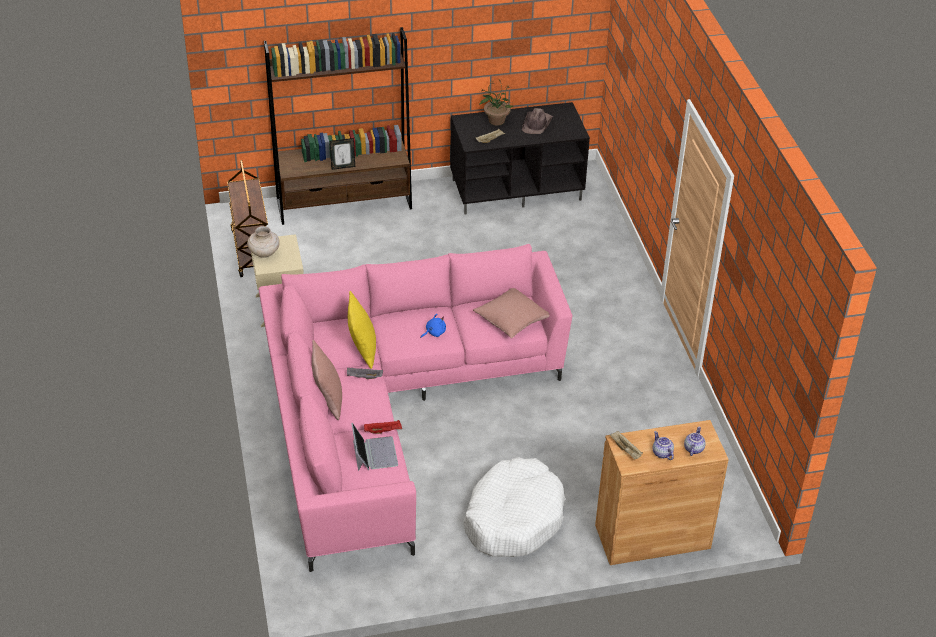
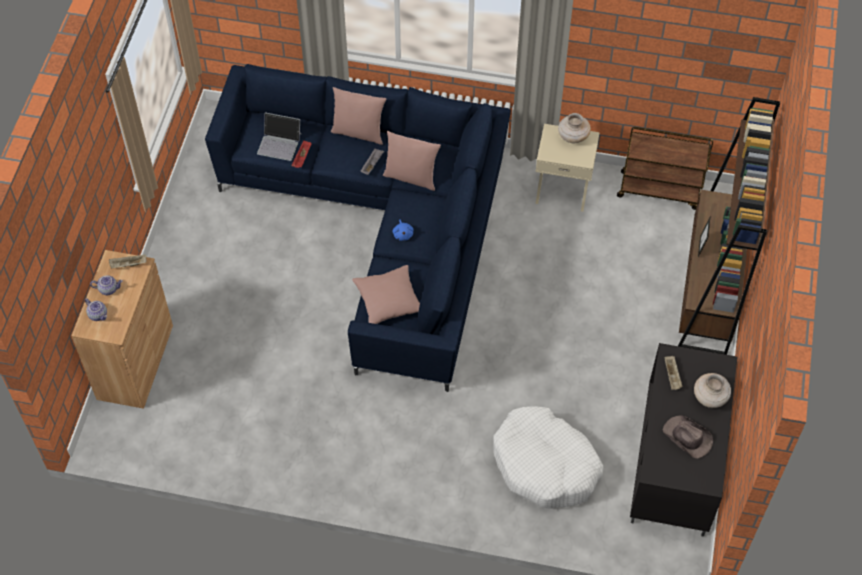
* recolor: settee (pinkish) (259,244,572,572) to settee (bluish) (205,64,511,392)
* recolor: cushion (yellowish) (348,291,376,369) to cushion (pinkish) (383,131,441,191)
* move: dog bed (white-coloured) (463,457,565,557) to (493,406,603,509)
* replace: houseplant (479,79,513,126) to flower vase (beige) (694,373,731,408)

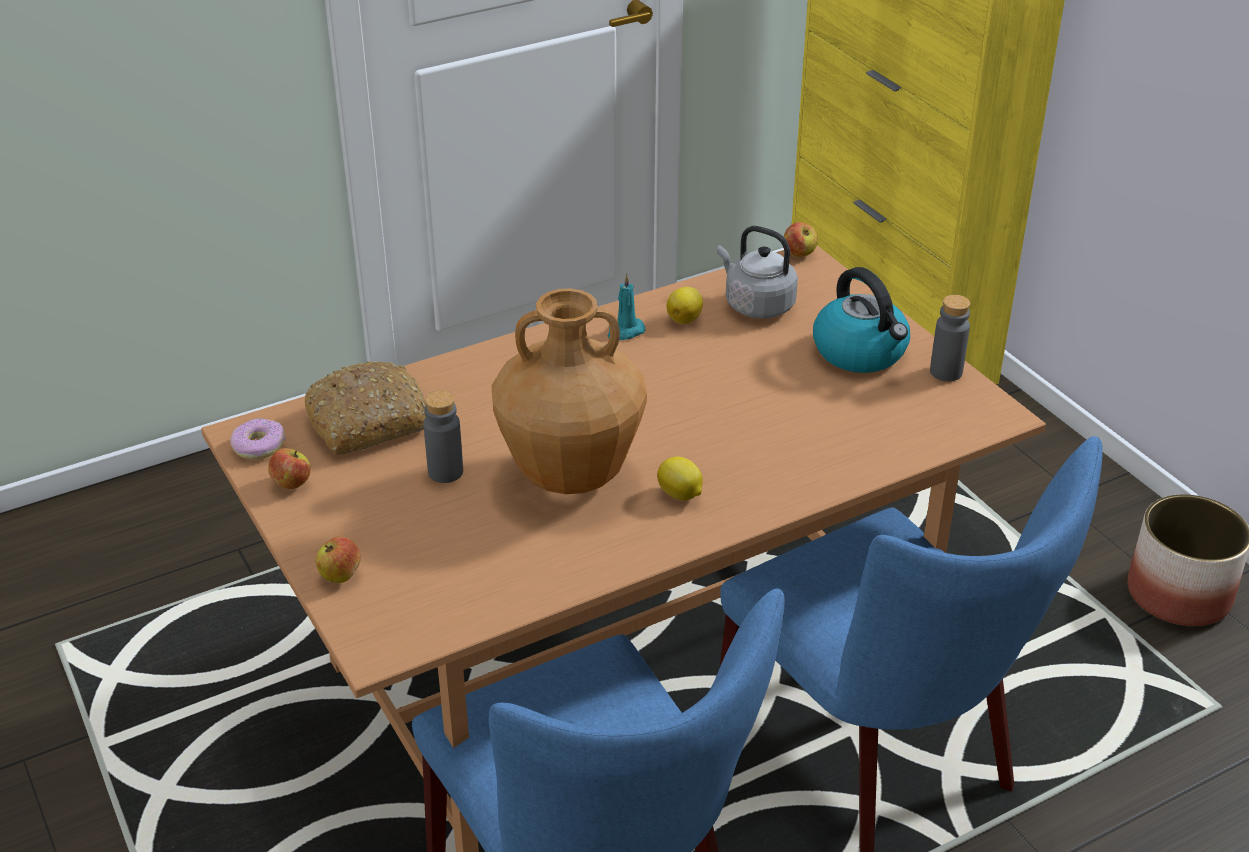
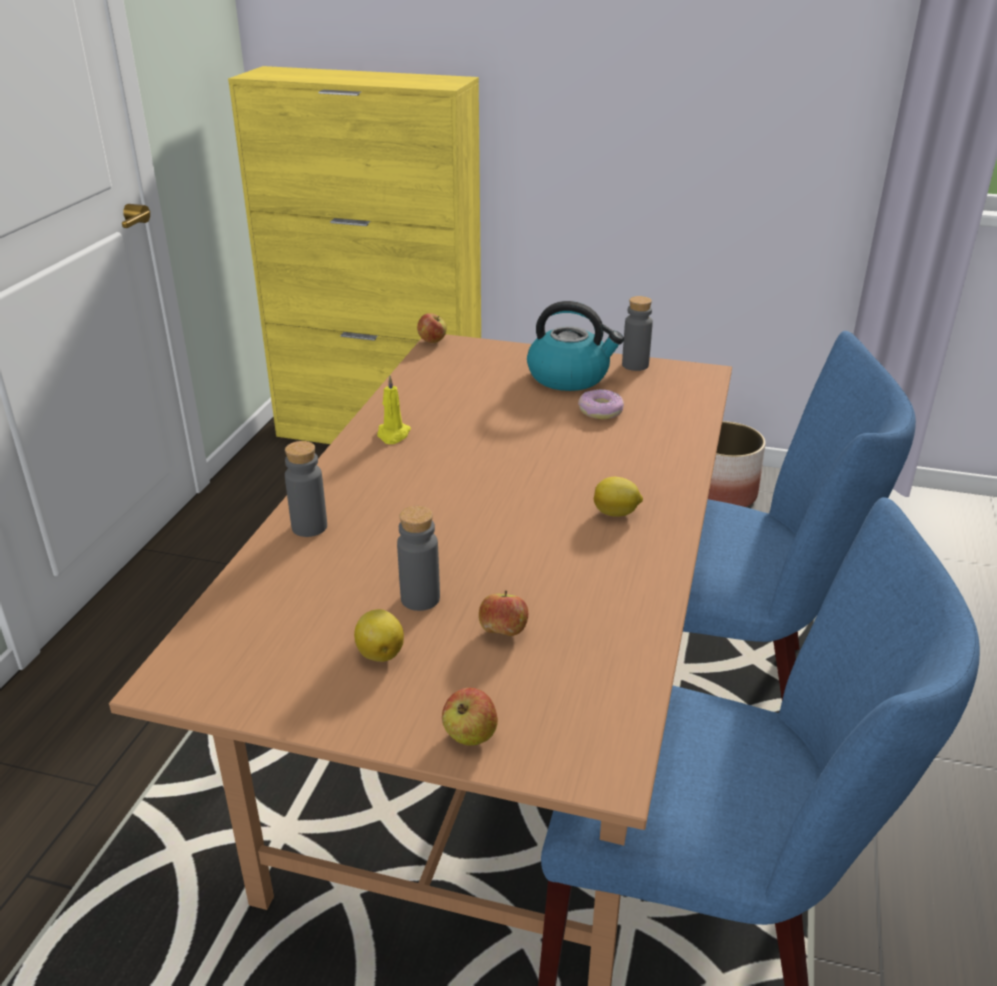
* move: doughnut (231,418,286,460) to (578,389,624,419)
* move: apple (268,448,311,489) to (479,590,528,636)
* delete: bread (305,361,426,455)
* delete: flower vase (brown) (491,288,647,494)
* recolor: wax light (blue-green) (607,274,645,340) to wax light (yellowish) (377,376,411,444)
* move: citrus fruit (667,287,703,324) to (354,609,404,662)
* delete: water kettle (grey) (717,226,798,319)
* insert: beverage bottle (grey) (285,441,327,537)

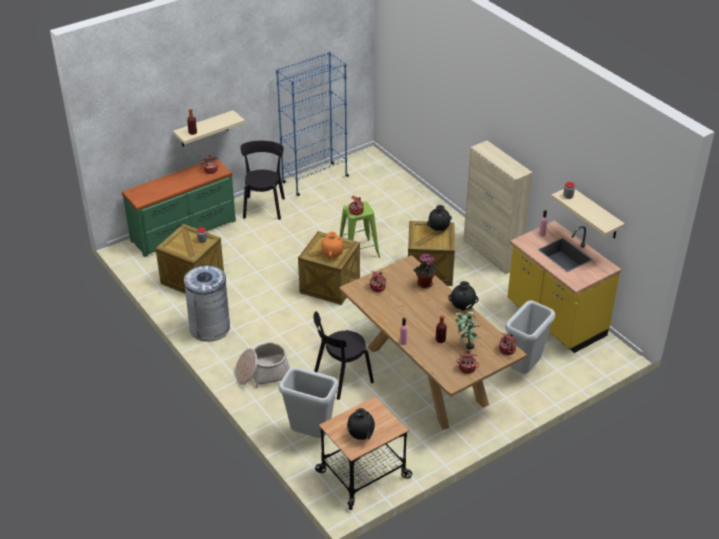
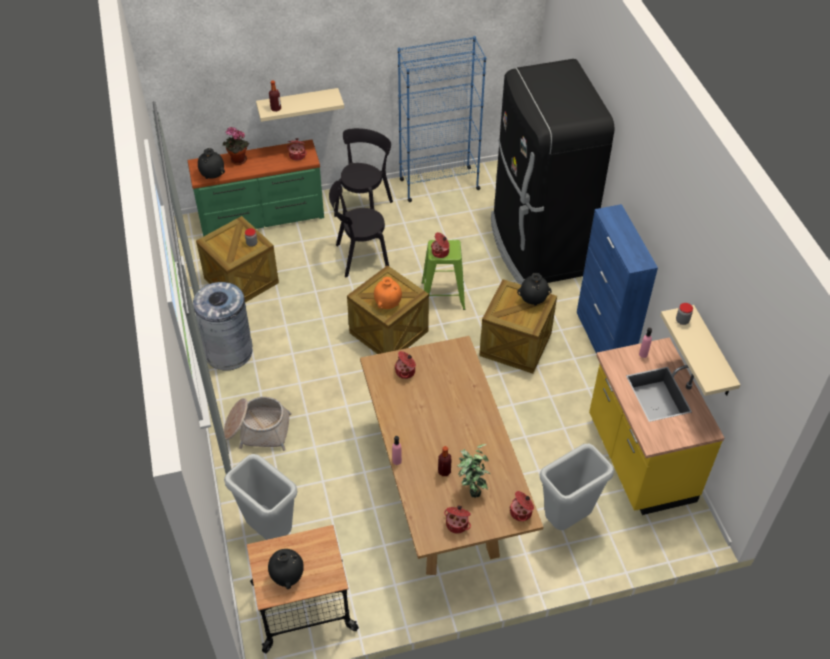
* move: plain chair (black-coloured) (313,311,374,400) to (329,181,389,277)
* move: houseplant (413,254,438,288) to (222,127,250,165)
* move: flower vase (black-coloured) (448,281,479,311) to (198,148,225,179)
* recolor: cupboard (beige) (463,141,533,274) to cupboard (bluish) (577,204,658,354)
* insert: fridge (black-coloured) (491,59,614,285)

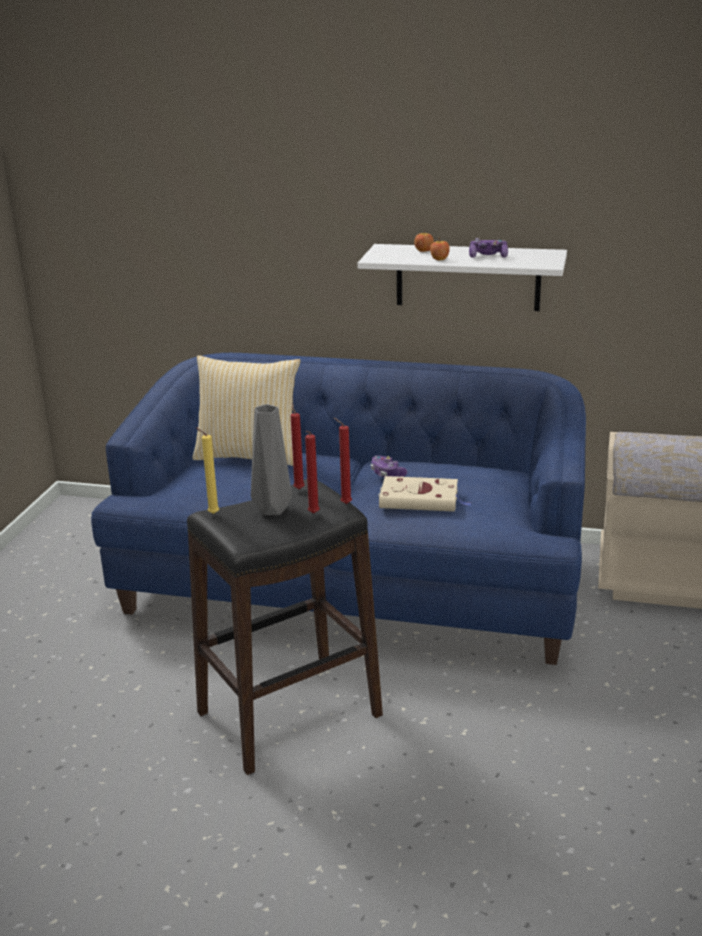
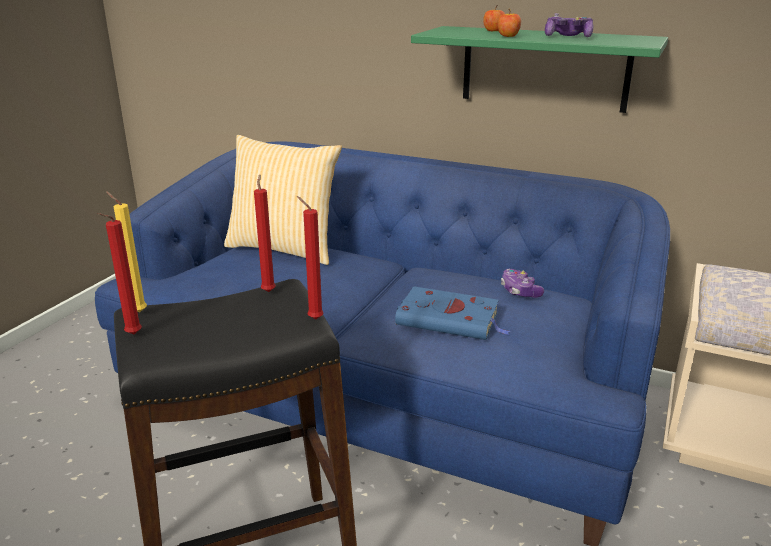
* delete: flower vase (grey) (251,404,292,515)
* move: wax light (reddish) (305,431,320,513) to (98,213,142,334)
* recolor: wall shelf (white-coloured) (357,244,567,311) to wall shelf (greenish) (411,26,668,113)
* move: gamepad (371,455,407,477) to (501,269,544,298)
* recolor: bound book (beige) (379,476,471,512) to bound book (bluish) (395,286,510,340)

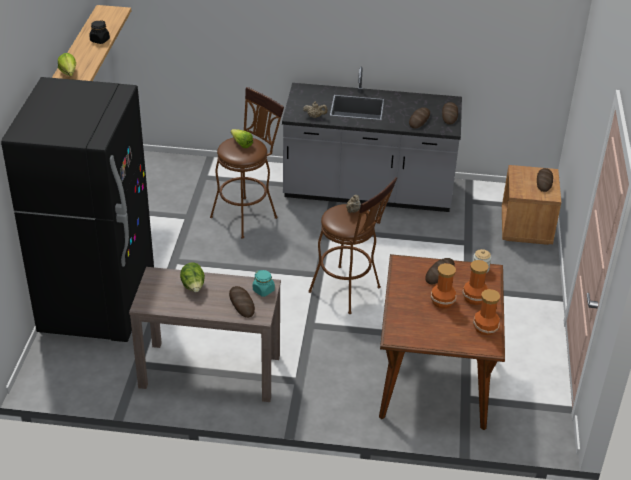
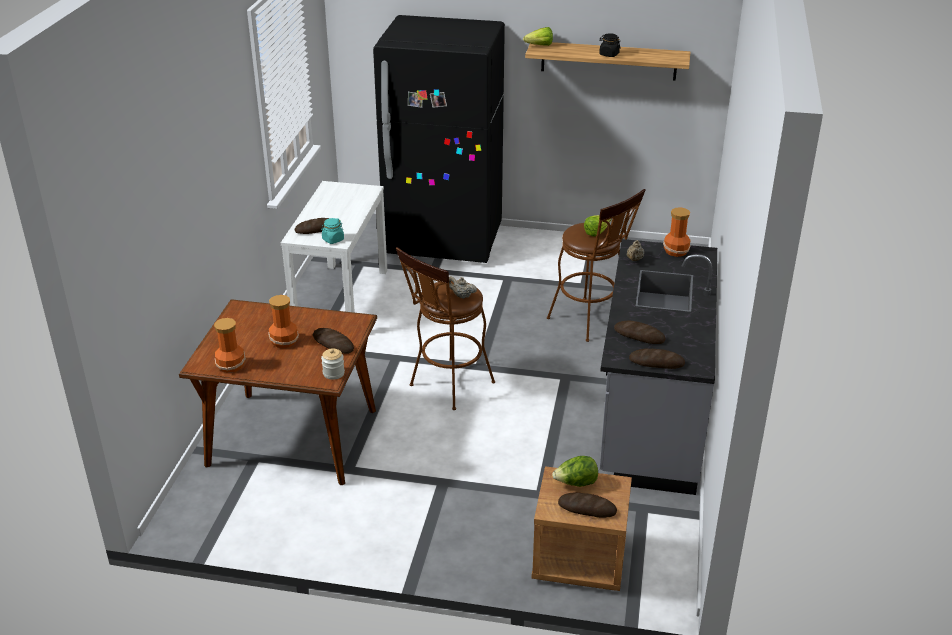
* recolor: hall table (brown) (129,267,281,402) to hall table (white-coloured) (281,181,387,313)
* move: lettuce head (180,263,205,292) to (552,456,598,487)
* move: flower vase (462,260,489,305) to (663,207,690,257)

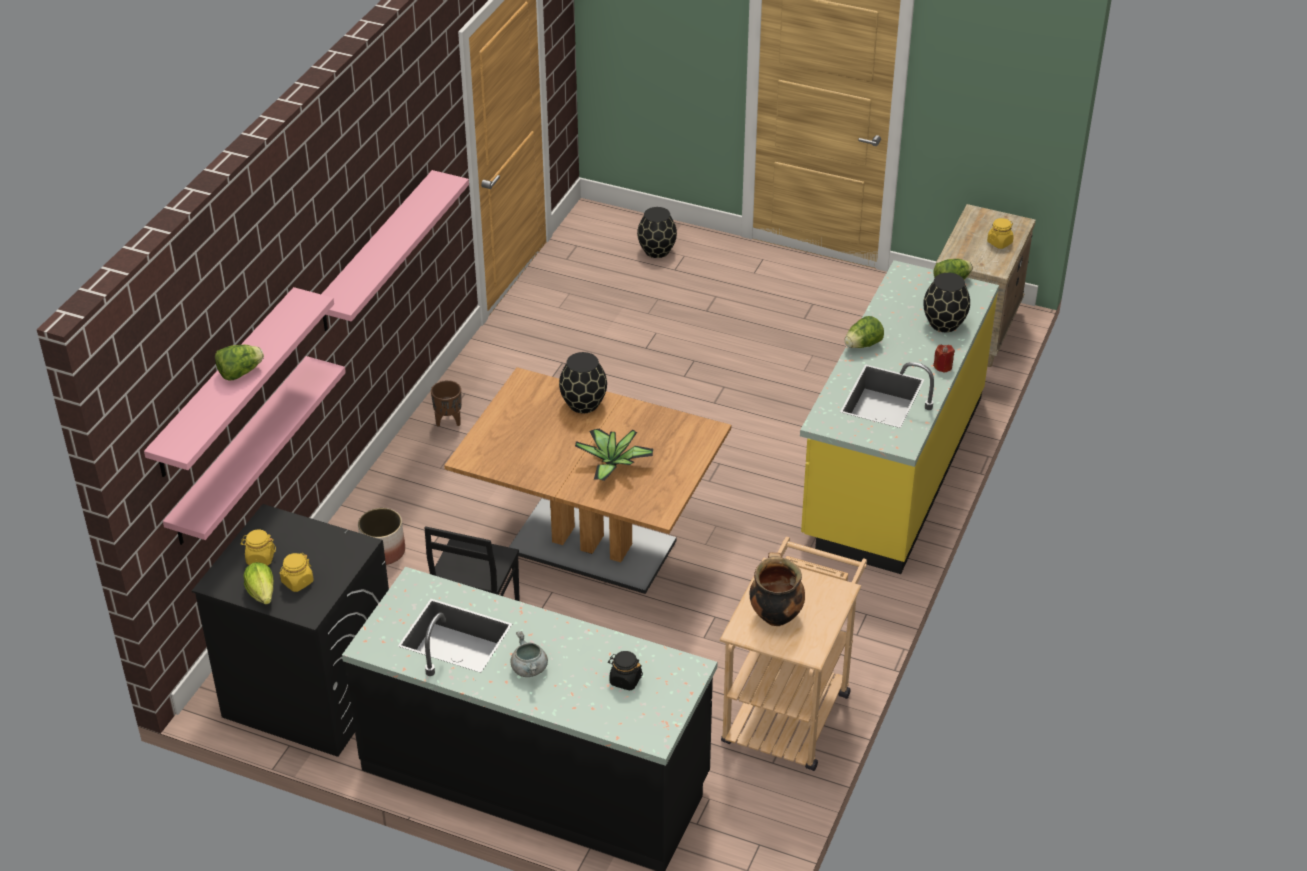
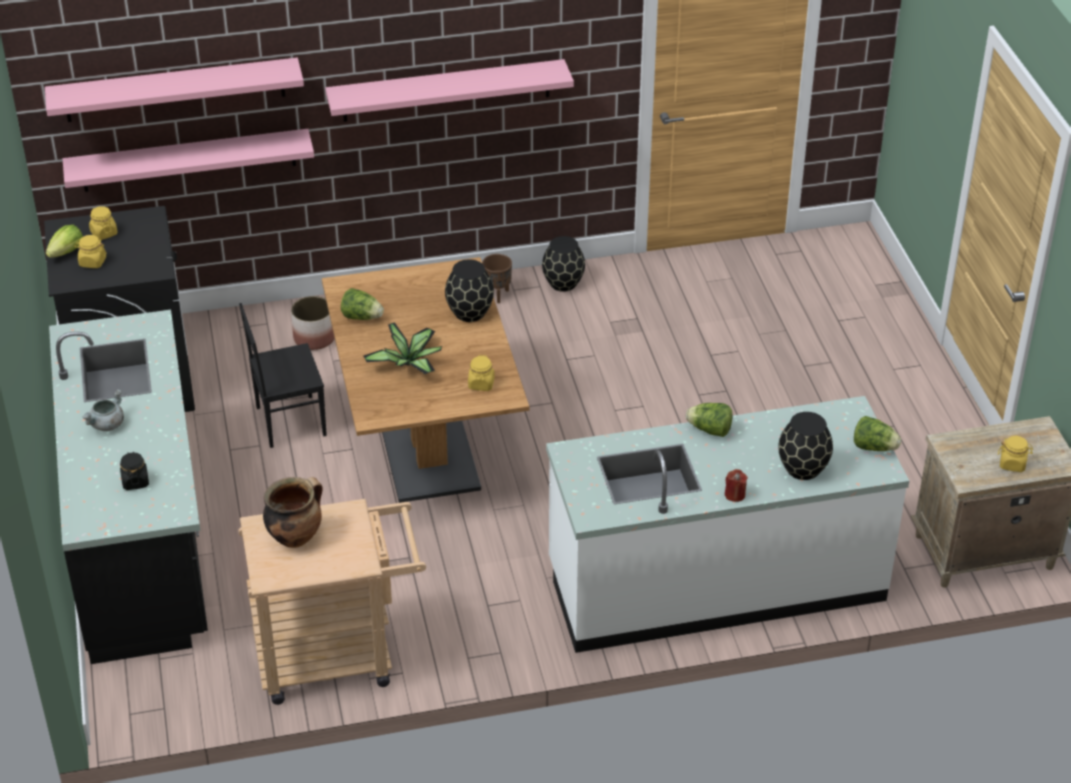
* move: lettuce head (215,345,264,381) to (341,288,384,320)
* move: flower vase (black-coloured) (637,207,677,258) to (542,236,585,292)
* recolor: counter (yellowish) (800,260,999,574) to counter (white-coloured) (546,396,909,653)
* insert: preserve jar (yellowish) (468,355,495,391)

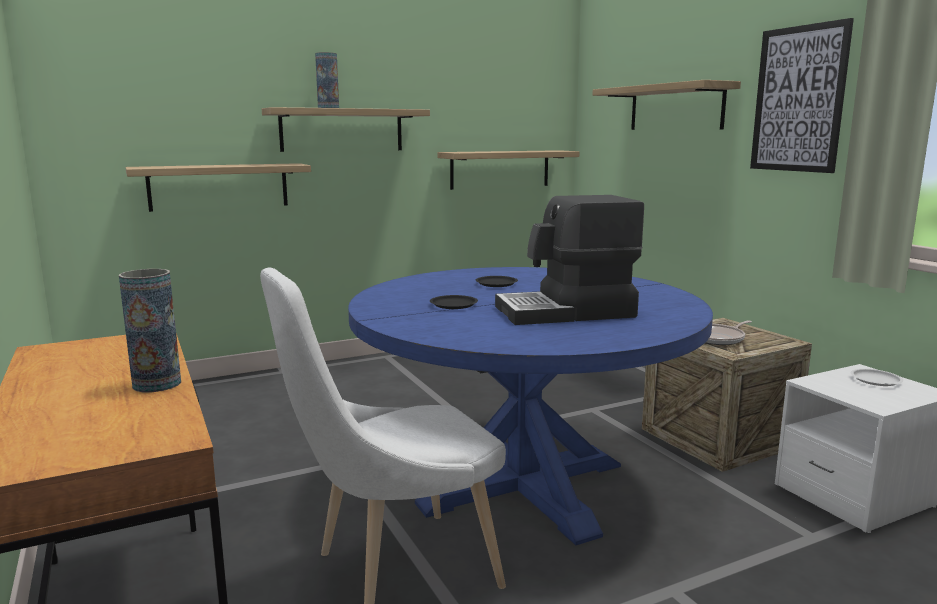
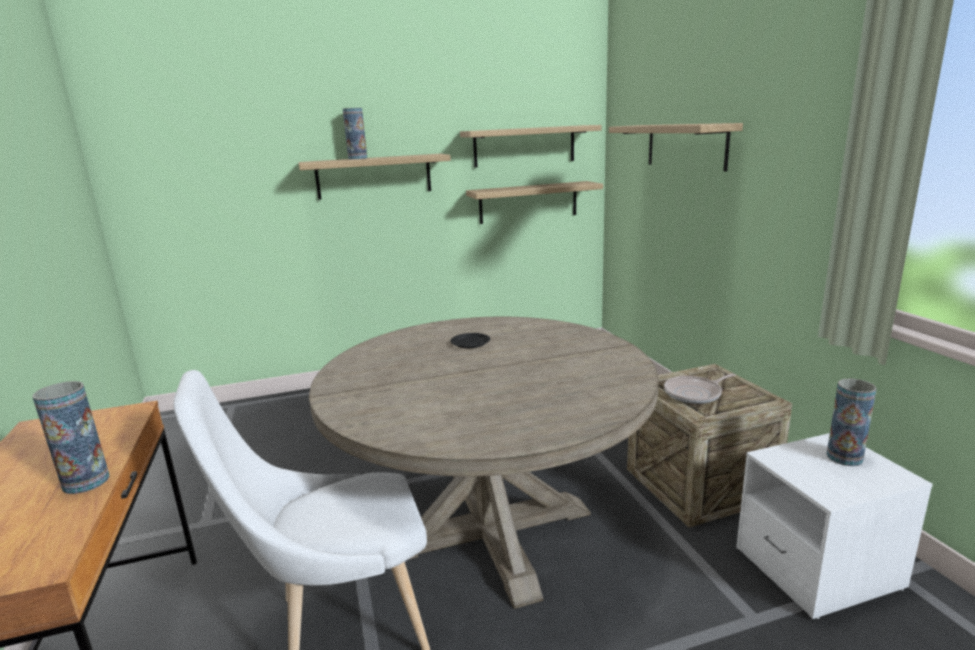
* move: wall shelf (125,163,311,212) to (460,125,602,167)
* recolor: dining table (bluish) (348,267,713,545) to dining table (beige) (309,317,659,609)
* delete: plate (black-coloured) (430,295,478,309)
* delete: coffee brewer (495,195,644,325)
* delete: picture (750,18,854,173)
* replace: plate (white-coloured) (851,369,903,386) to flower vase (827,378,877,466)

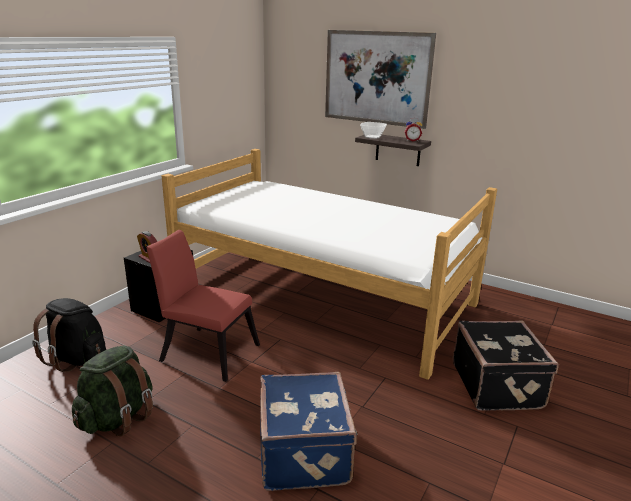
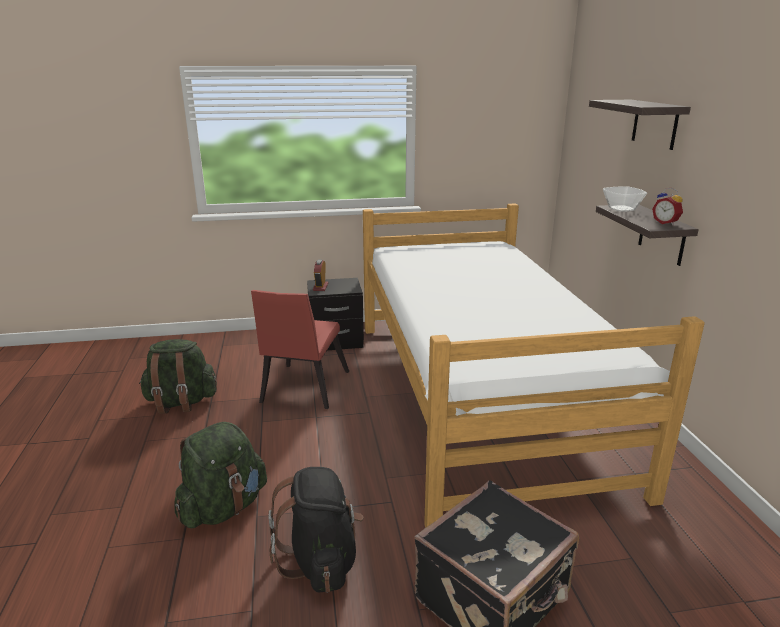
* move: knapsack (black-coloured) (32,298,106,373) to (268,467,364,593)
* rotate: plain chair (reddish) (146,230,260,382) = (251,290,349,409) 150 degrees counterclockwise
* replace: suitcase (bluish) (260,372,358,491) to knapsack (greenish) (175,422,267,528)
* replace: picture (325,30,436,129) to wall shelf (589,100,691,150)

